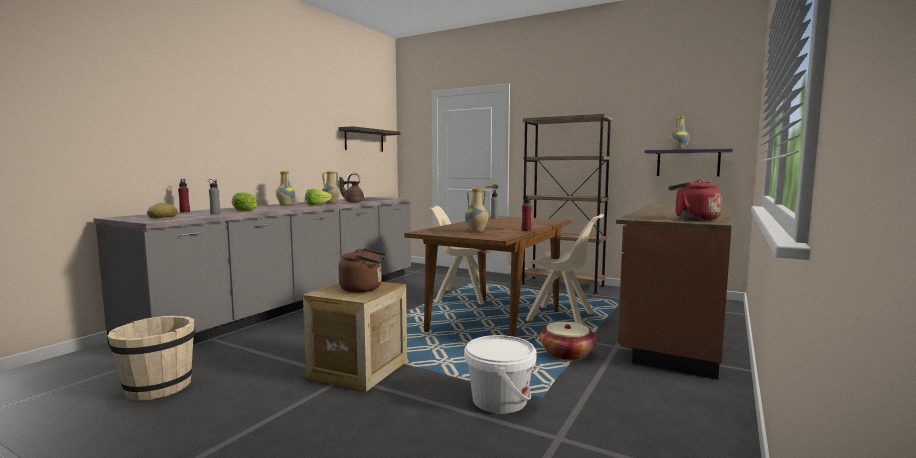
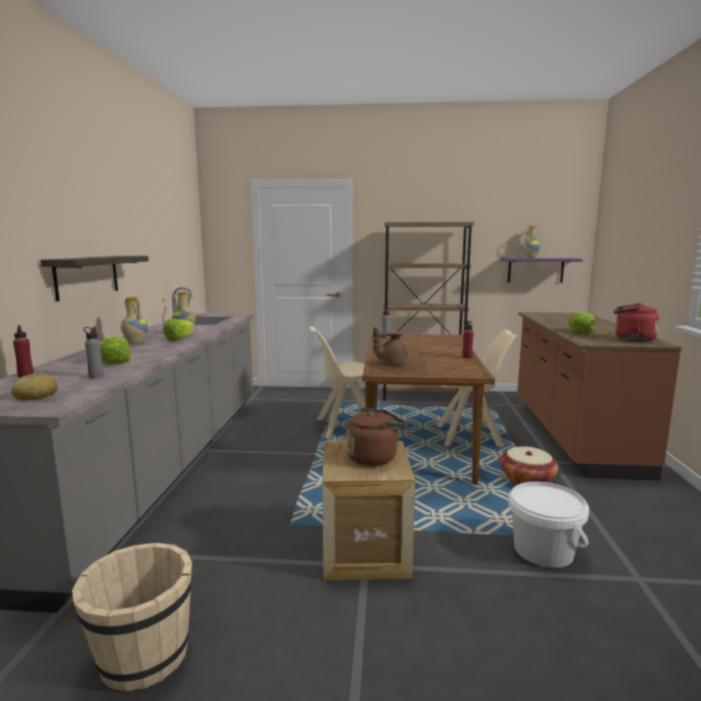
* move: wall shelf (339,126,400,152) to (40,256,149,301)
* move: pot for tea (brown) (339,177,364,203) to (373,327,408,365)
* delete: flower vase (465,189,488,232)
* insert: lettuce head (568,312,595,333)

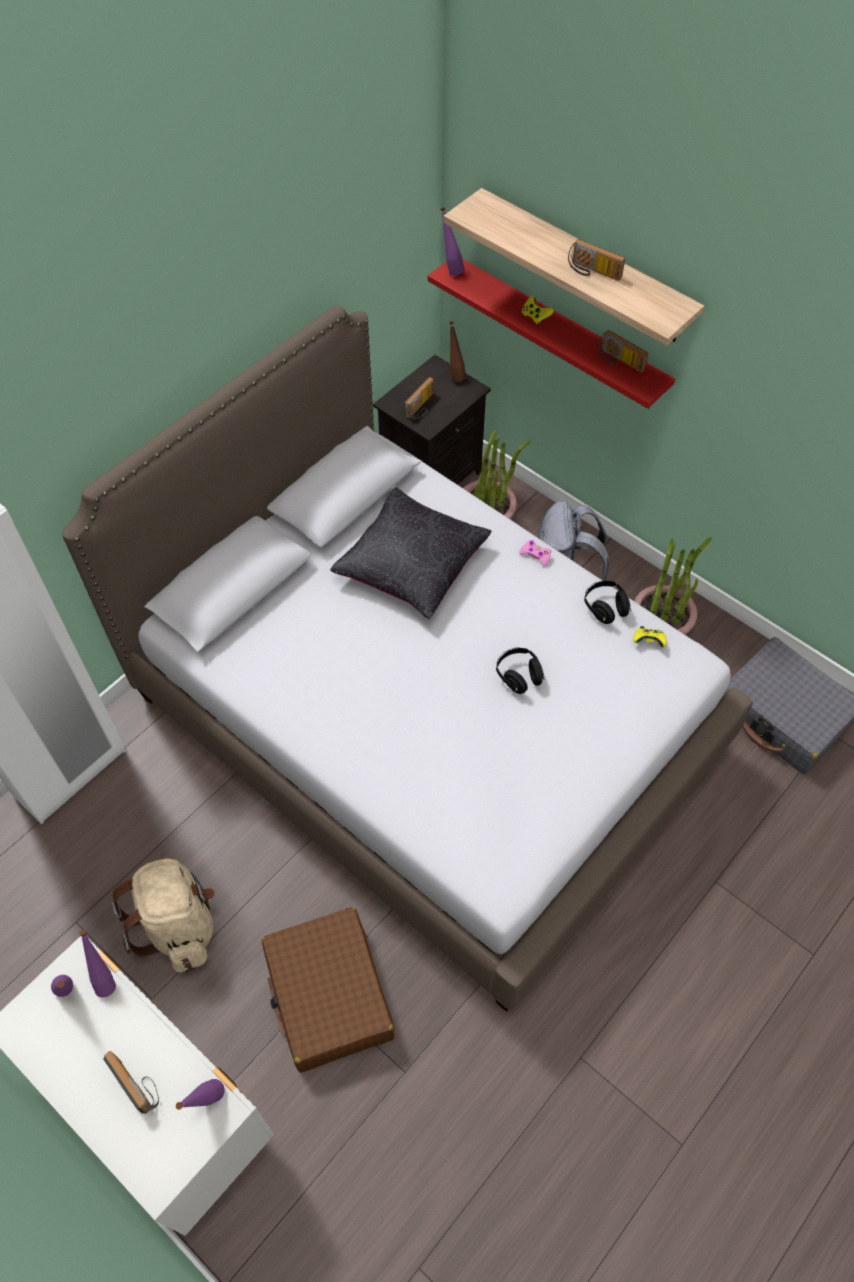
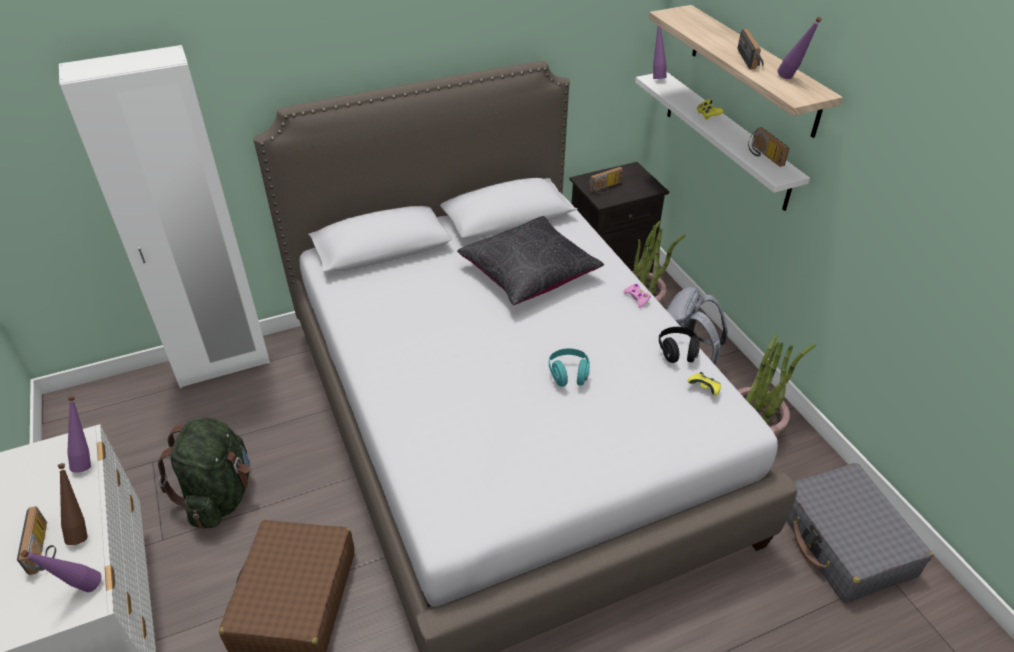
* move: beverage bottle (purple) (51,975,73,997) to (778,17,822,79)
* recolor: knapsack (beige) (112,858,215,973) to knapsack (greenish) (158,417,250,529)
* recolor: wall shelf (reddish) (428,259,675,409) to wall shelf (white-coloured) (635,72,810,211)
* move: beverage bottle (brown) (449,321,466,382) to (58,463,88,545)
* recolor: headset (black-coloured) (496,648,544,694) to headset (blue-green) (549,348,590,387)
* rotate: radio set (568,239,625,281) = (737,29,764,69) 150 degrees counterclockwise

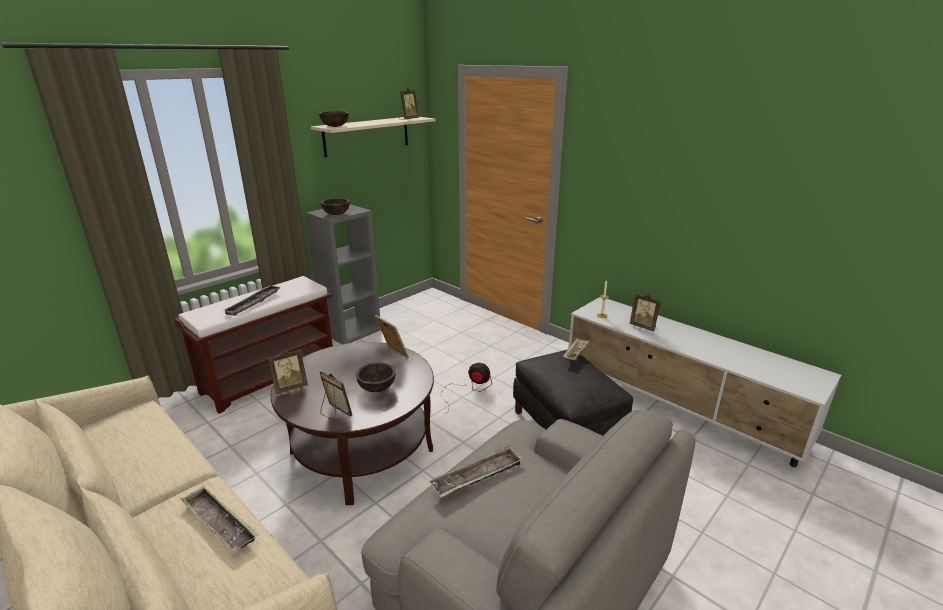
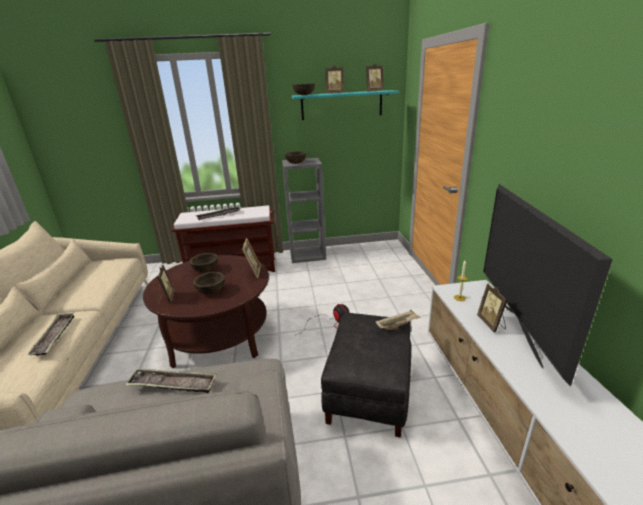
* move: photo frame (268,349,308,394) to (325,65,344,94)
* recolor: wall shelf (beige) (311,117,435,157) to wall shelf (blue-green) (292,90,399,120)
* insert: serving bowl (brown) (189,253,218,272)
* insert: television (483,184,613,387)

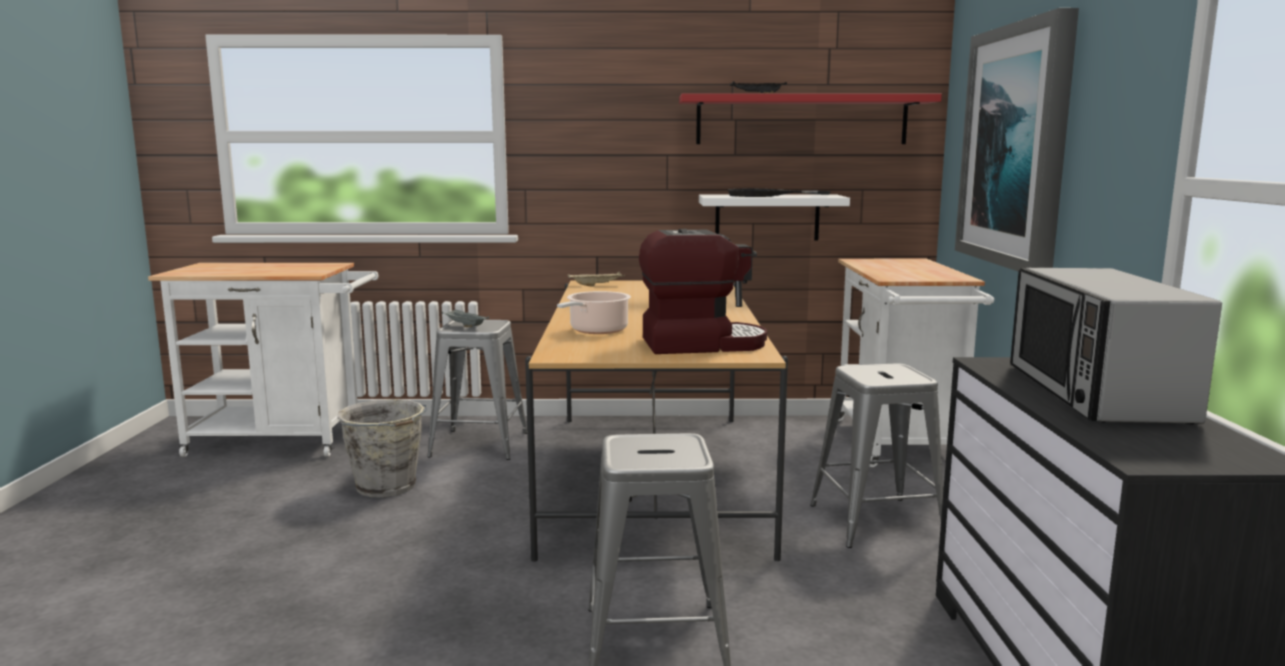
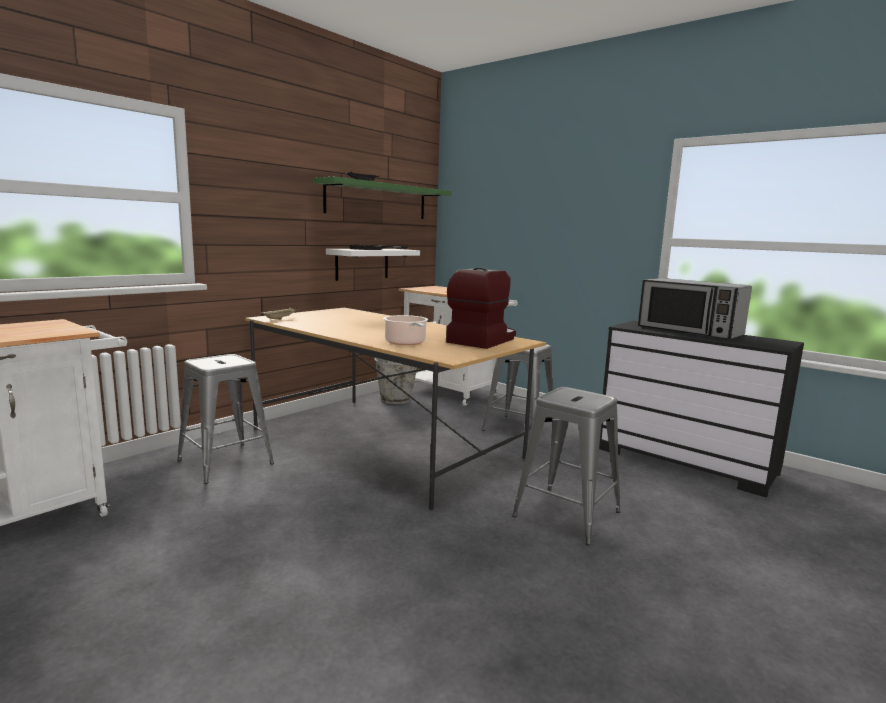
* move: pail (grey) (338,399,427,497) to (374,358,417,404)
* delete: carrying tray (grey) (441,309,489,327)
* recolor: wall shelf (reddish) (679,93,942,144) to wall shelf (greenish) (313,177,451,219)
* delete: picture (955,8,1079,272)

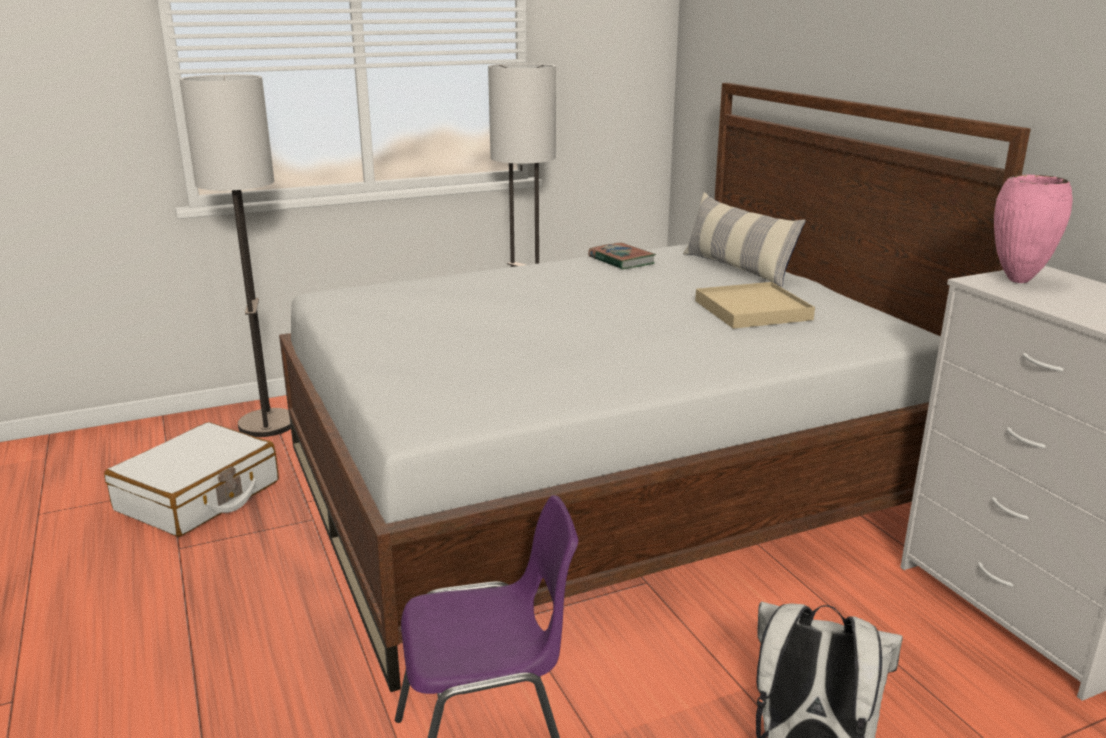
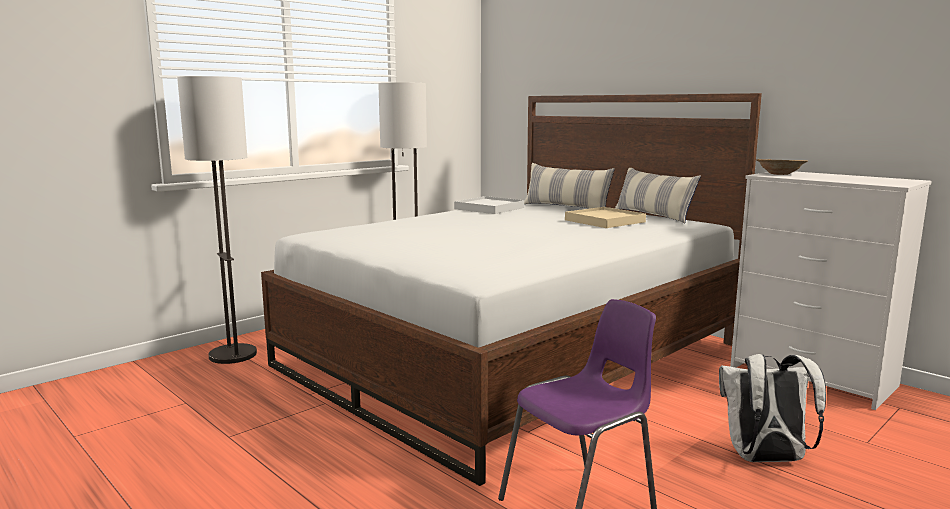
* delete: suitcase (white-coloured) (104,422,279,537)
* replace: bound book (588,243,656,270) to carrying tray (white-coloured) (454,196,524,214)
* replace: flower vase (pinkish) (994,175,1073,283) to serving bowl (brown) (756,159,808,175)
* insert: cushion (615,168,701,224)

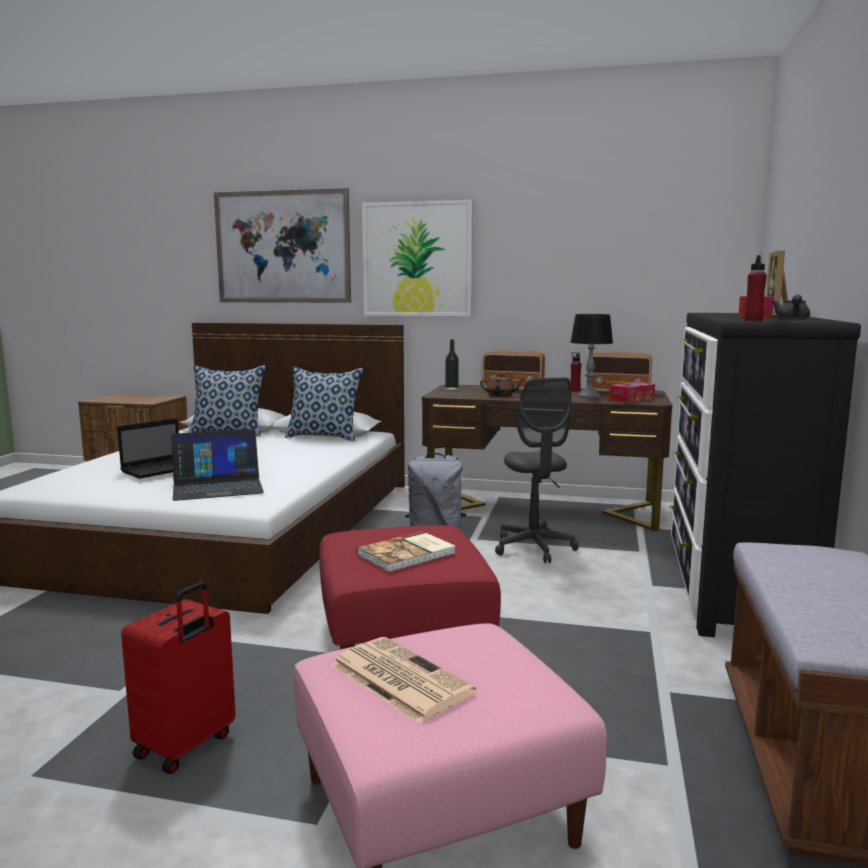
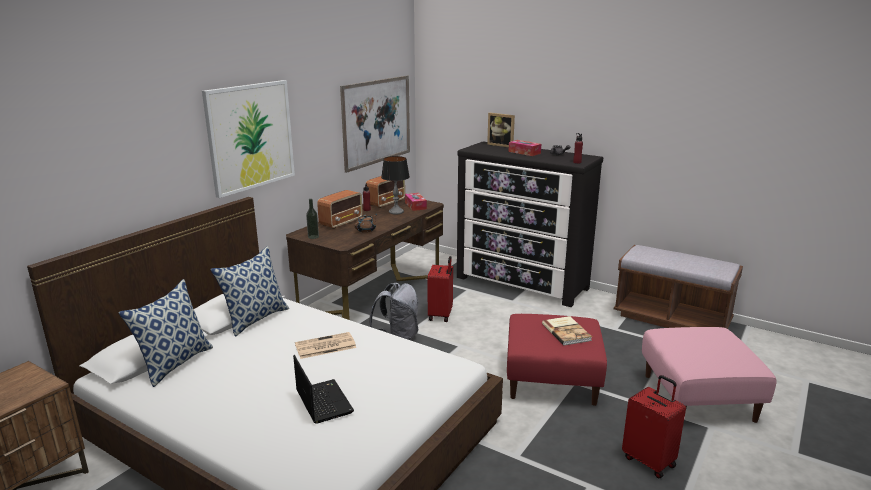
* delete: notebook computer (171,429,264,501)
* move: picture (214,188,351,303) to (340,75,410,173)
* move: newspaper (331,637,476,723) to (295,332,357,359)
* replace: desk chair (grey) (495,378,579,563) to suitcase (reddish) (428,256,453,322)

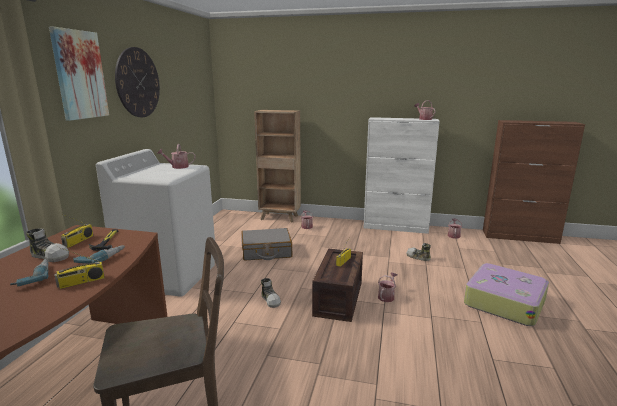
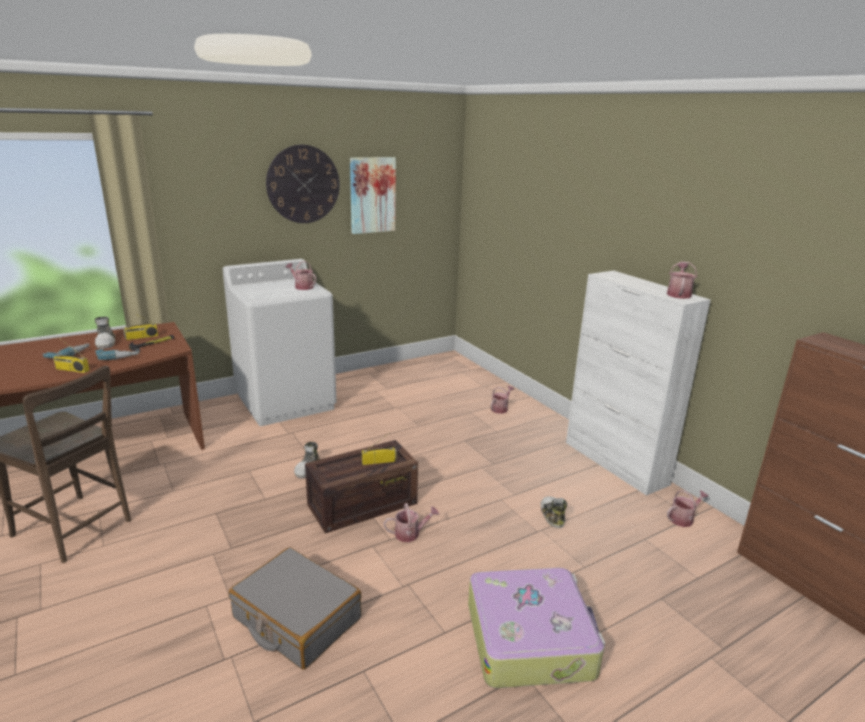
* move: picture (49,26,109,121) to (350,157,396,234)
* move: suitcase (grey) (241,228,292,260) to (229,547,361,670)
* delete: shelving unit (brown) (254,110,301,223)

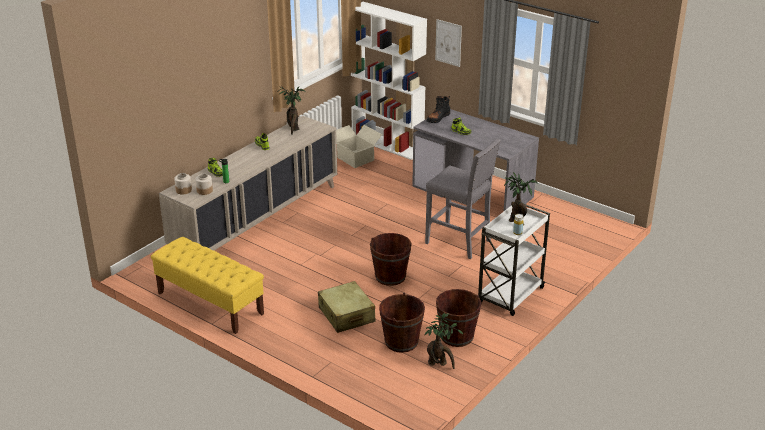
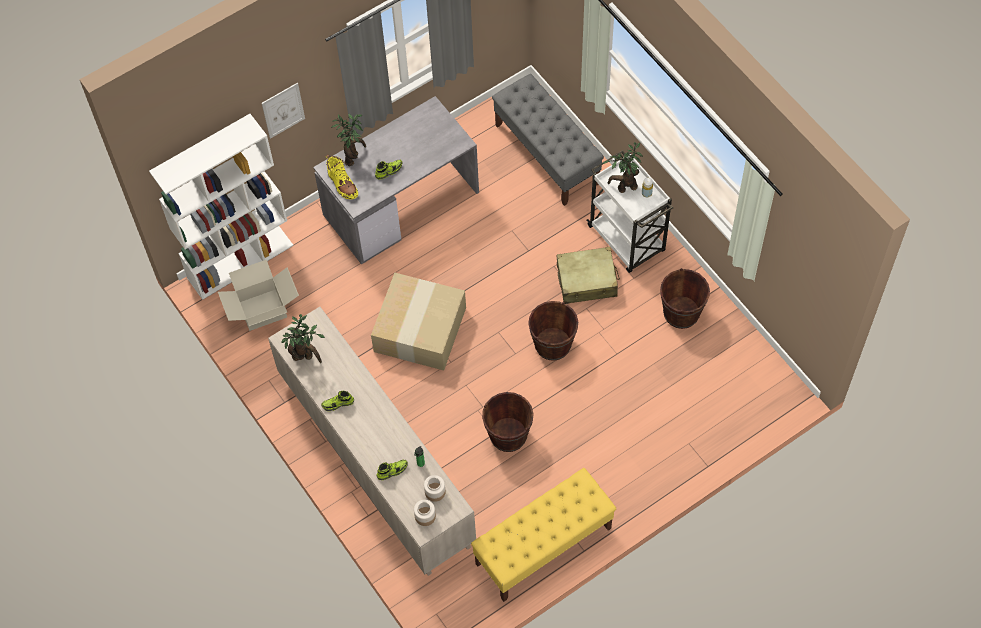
* move: suitcase (beige) (318,281,376,333) to (557,247,620,304)
* move: pail (brown) (379,293,425,353) to (482,392,534,452)
* move: houseplant (424,313,463,369) to (331,114,366,166)
* delete: stool (grey) (425,138,501,259)
* recolor: high-top boot (black-coloured) (427,96,450,123) to high-top boot (yellowish) (326,154,358,200)
* insert: cardboard box (371,273,466,370)
* insert: bench (grey) (492,74,604,206)

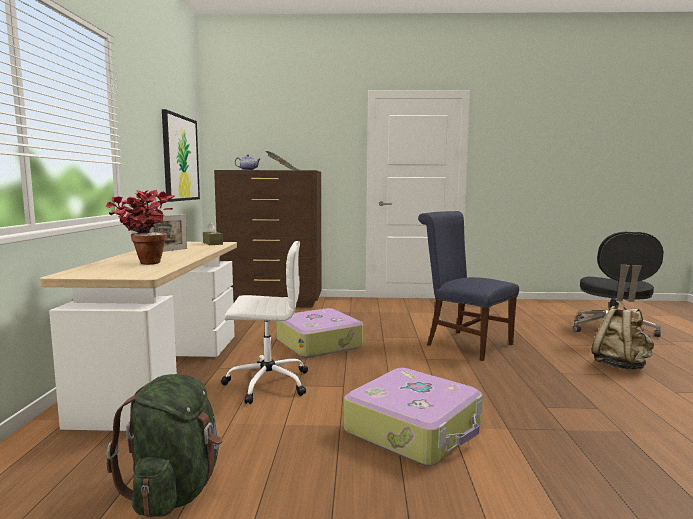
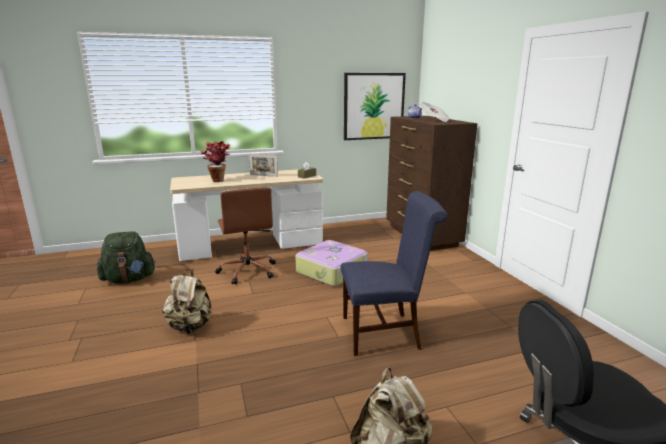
* recolor: desk chair (white-coloured) (221,241,308,404) to desk chair (brown) (215,187,276,284)
* replace: suitcase (344,368,483,466) to knapsack (beige) (163,269,212,334)
* rotate: plain chair (bluish) (418,211,519,361) = (341,191,447,356) 60 degrees clockwise

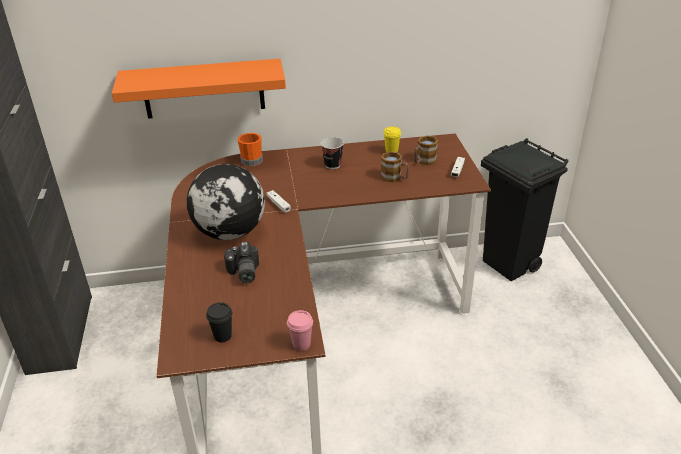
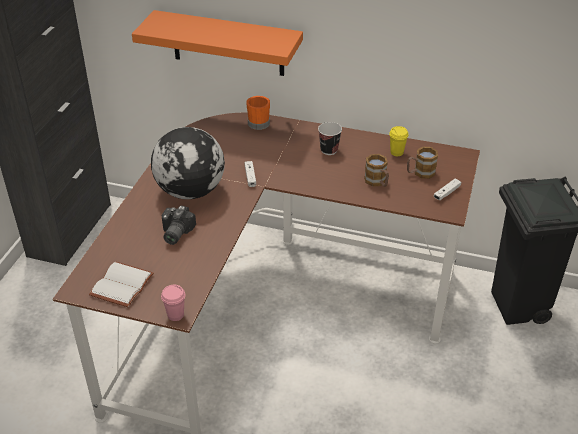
* replace: cup (black-coloured) (206,302,232,342) to bound book (white-coloured) (89,262,154,307)

